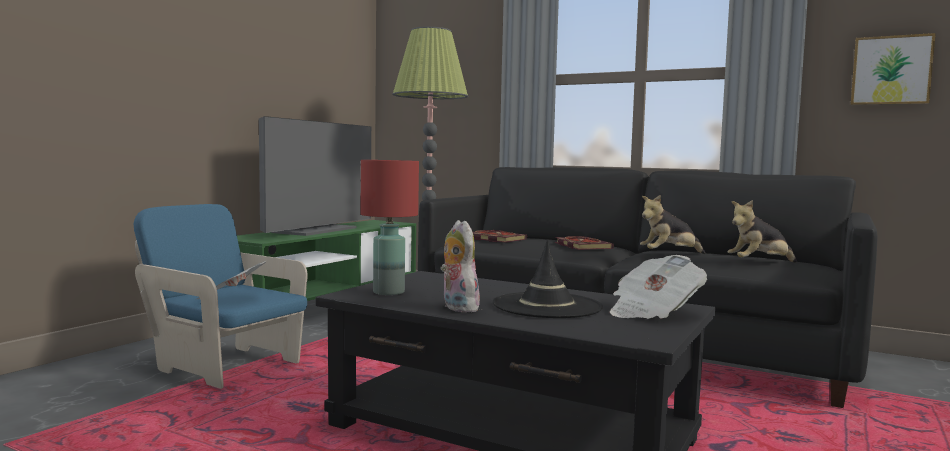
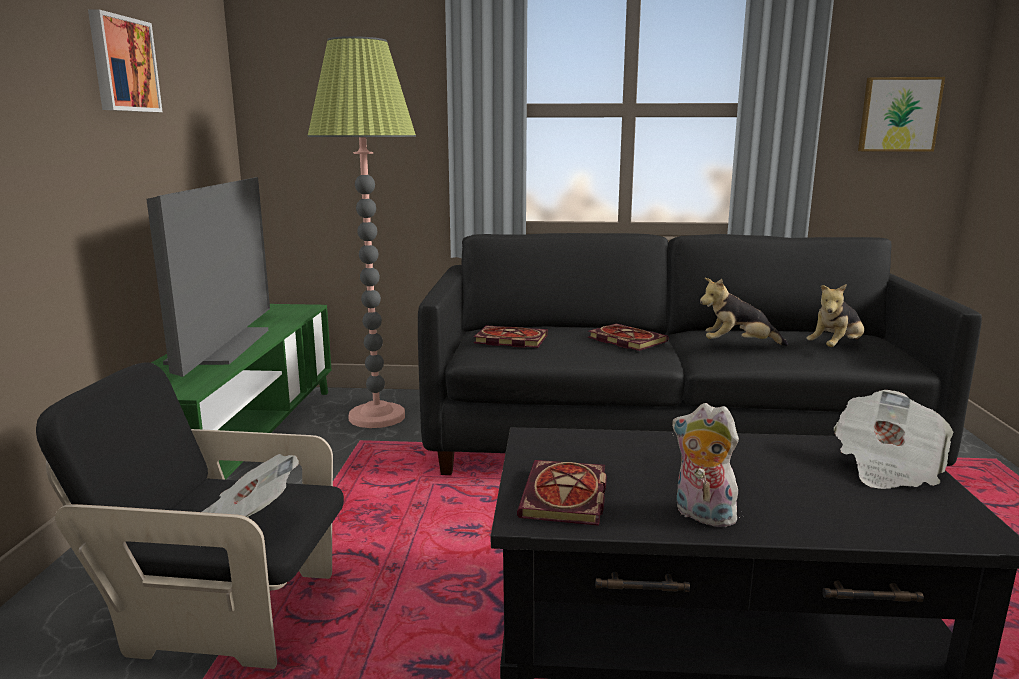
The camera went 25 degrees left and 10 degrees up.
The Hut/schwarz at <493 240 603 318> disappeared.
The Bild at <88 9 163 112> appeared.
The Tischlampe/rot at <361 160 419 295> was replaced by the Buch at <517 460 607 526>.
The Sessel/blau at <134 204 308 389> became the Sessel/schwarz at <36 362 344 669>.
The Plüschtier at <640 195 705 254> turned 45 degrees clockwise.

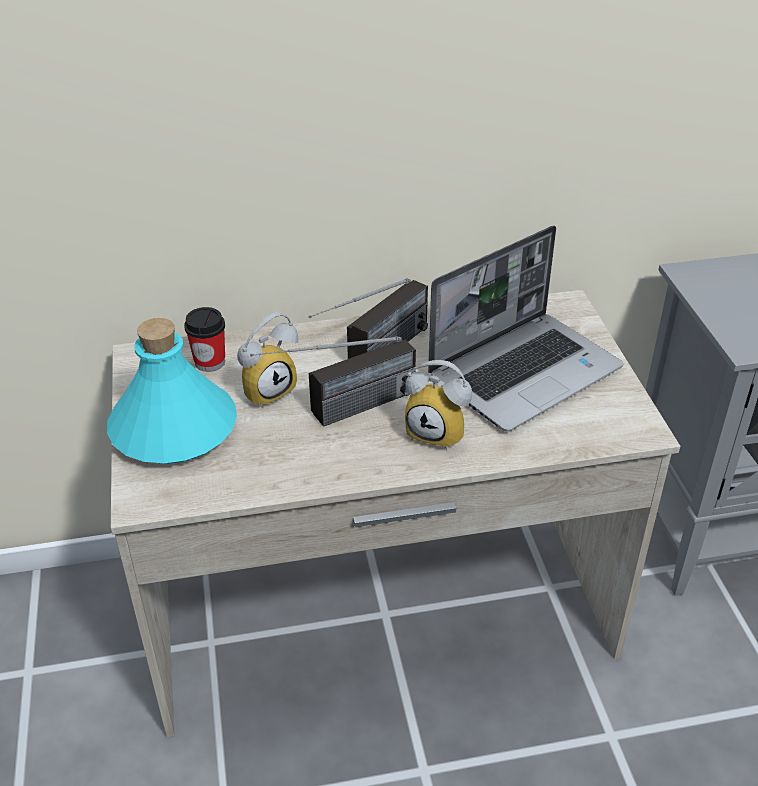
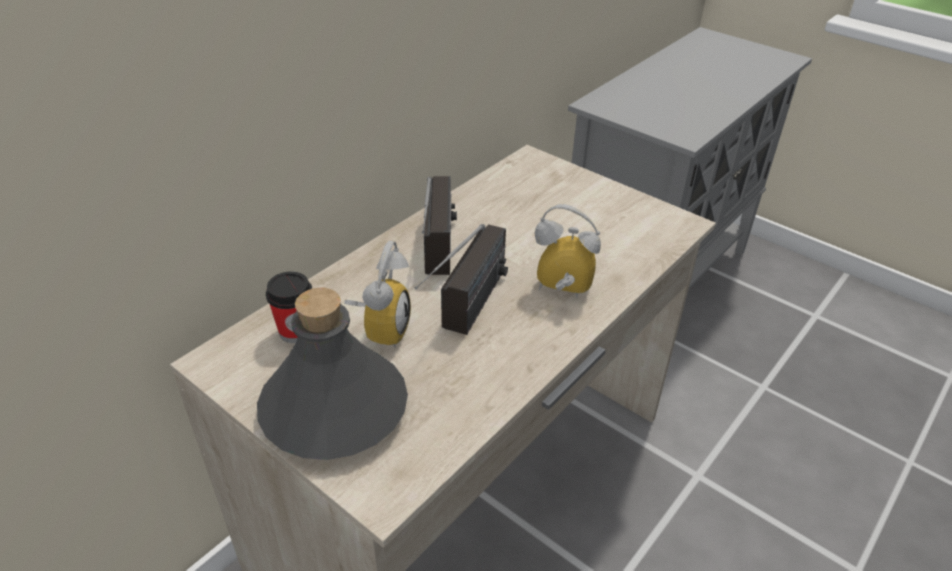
The camera went 40 degrees left and 0 degrees up.
The Laptop at <428 226 624 431> disappeared.
The Flasche/türkis at <107 318 237 464> became the Flasche/grau at <257 287 408 460>.
The Wecker at <405 360 472 450> turned 150 degrees counterclockwise.

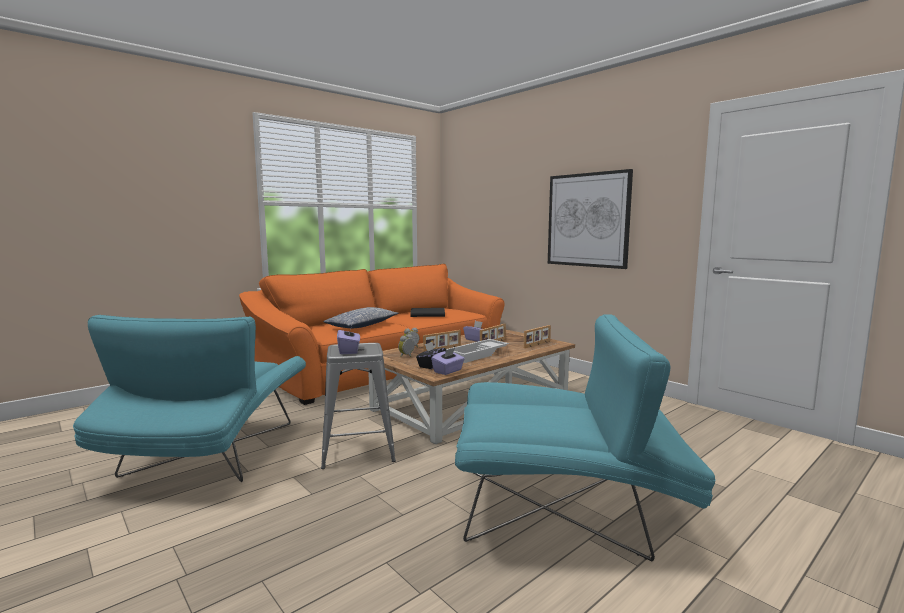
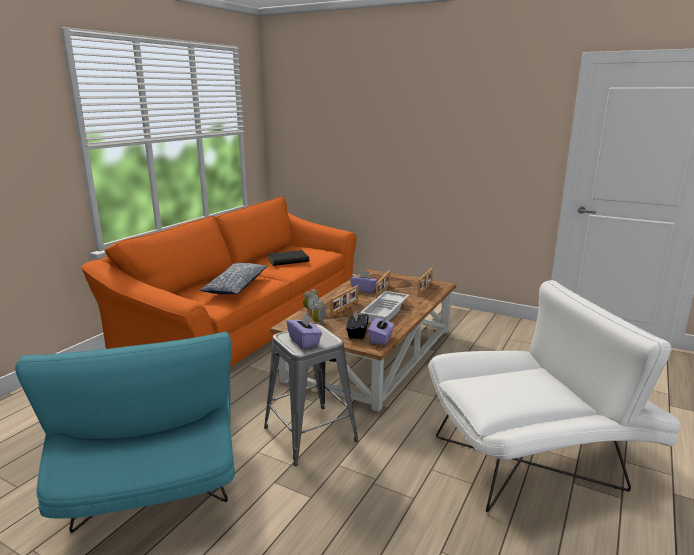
The camera went 20 degrees left and 10 degrees up.
The Bild at <548 169 633 269> disappeared.
The Sessel/türkis at <455 315 716 561> became the Sessel/weiß at <429 280 681 512>.

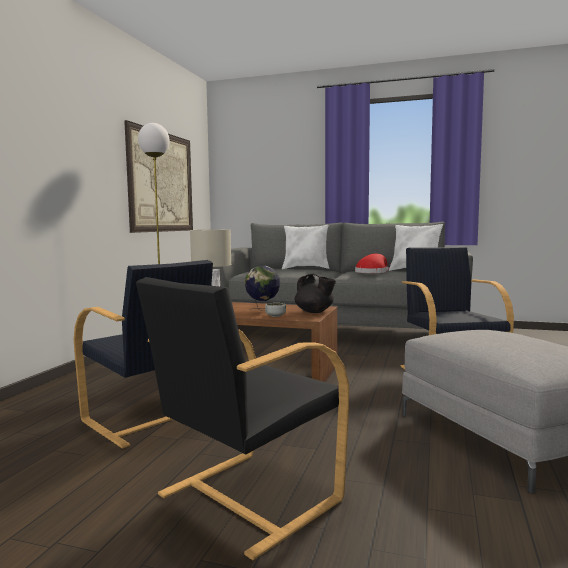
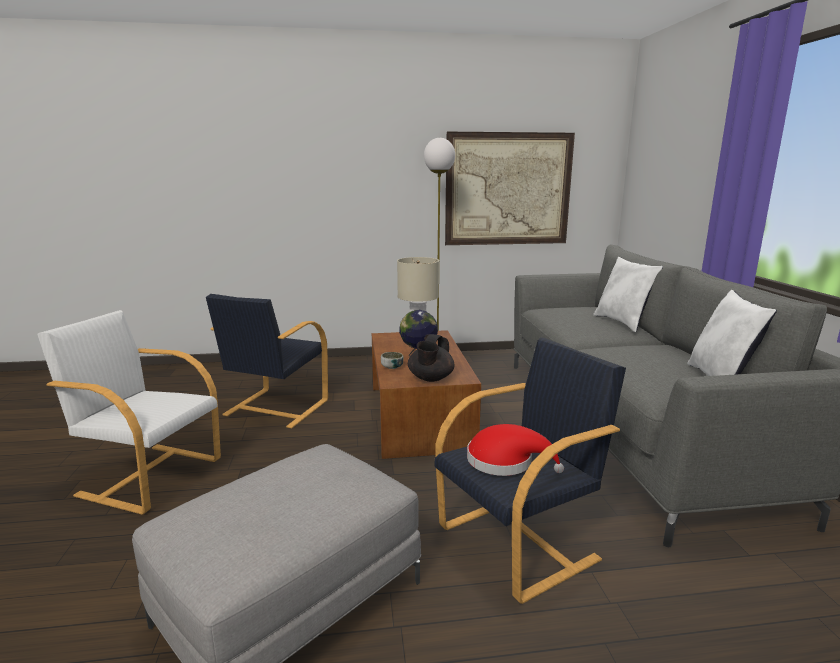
The camera went 65 degrees right and 10 degrees up.
The Hut/rot moved from <355 254 389 273> to <467 424 564 476>.
The Sessel/schwarz at <136 277 349 560> became the Sessel/weiß at <37 310 221 515>.

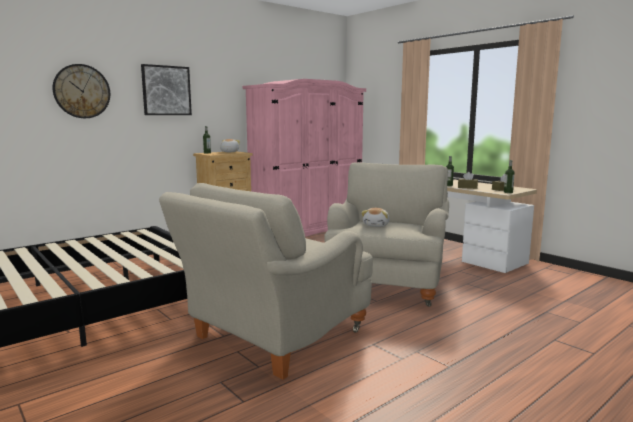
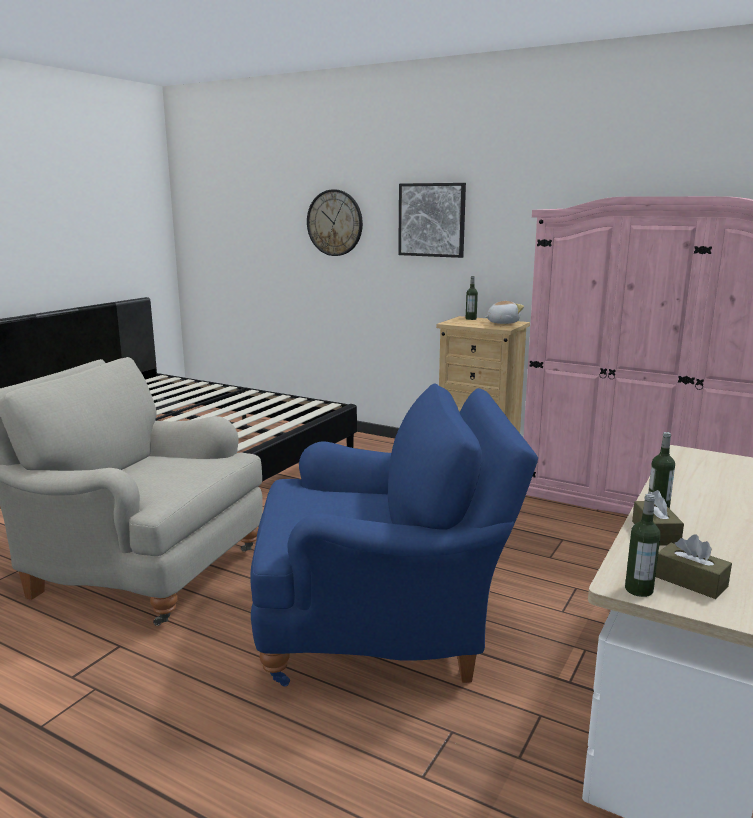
The camera went 70 degrees right and 5 degrees up.
The Plüschtier at <361 208 390 227> disappeared.
The Sessel/beige at <324 162 449 307> became the Sessel/blau at <250 383 538 687>.

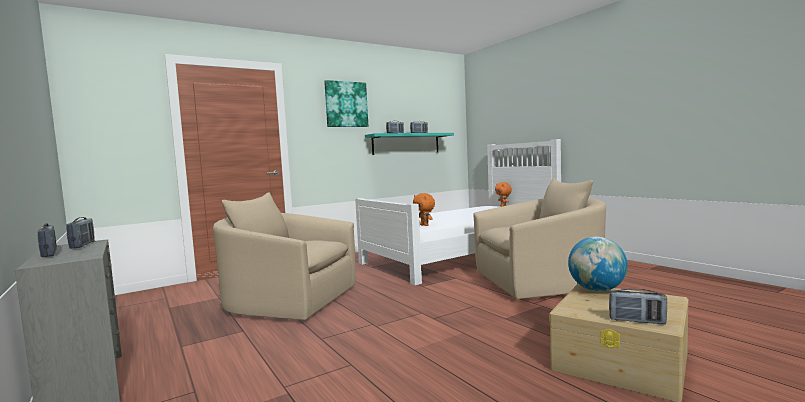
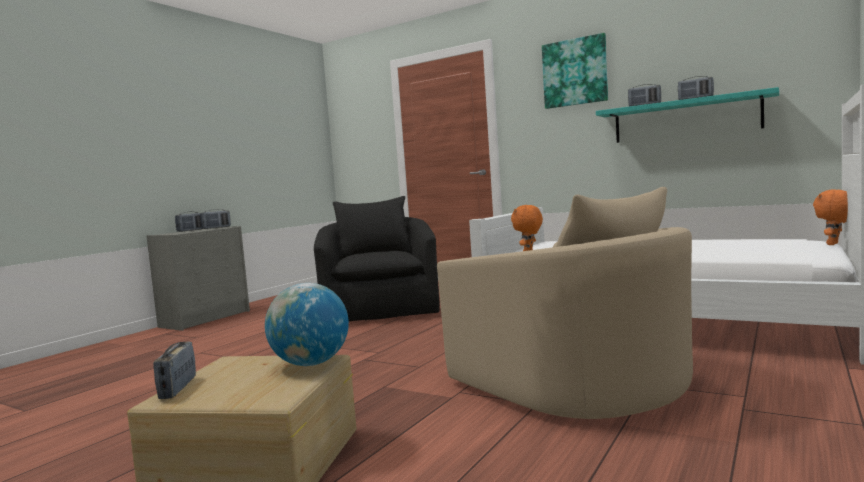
The camera went 65 degrees right and 0 degrees up.
The Sessel/beige at <213 192 356 320> became the Sessel/schwarz at <314 196 440 321>.

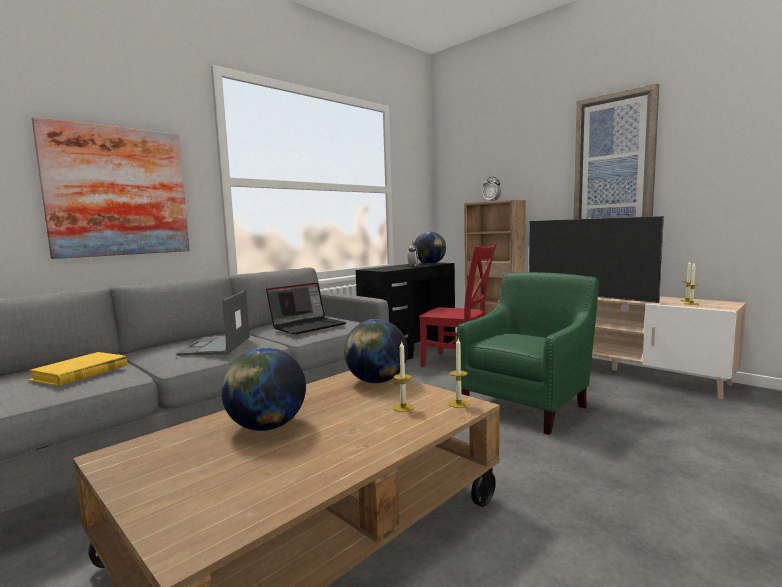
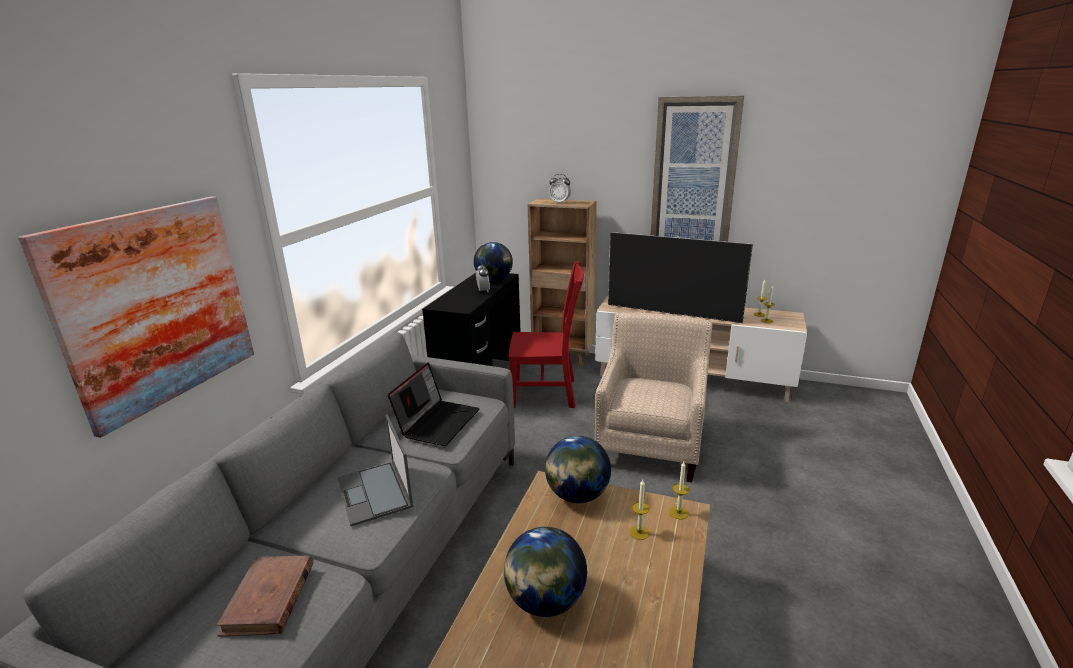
The camera went 25 degrees left and 15 degrees up.
The Buch/gelb at <28 352 127 386> became the Buch/braun at <217 556 313 636>.
The Sessel/grün at <457 272 599 435> became the Sessel/beige at <595 312 712 483>.

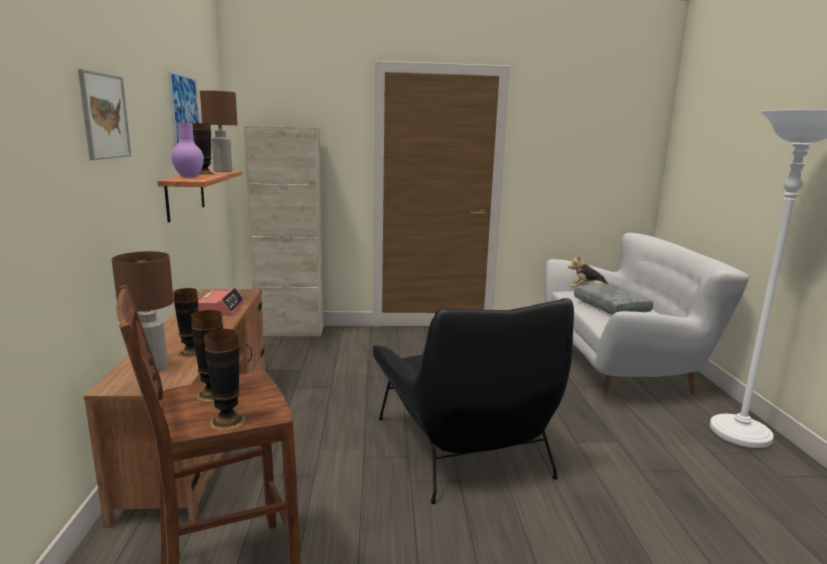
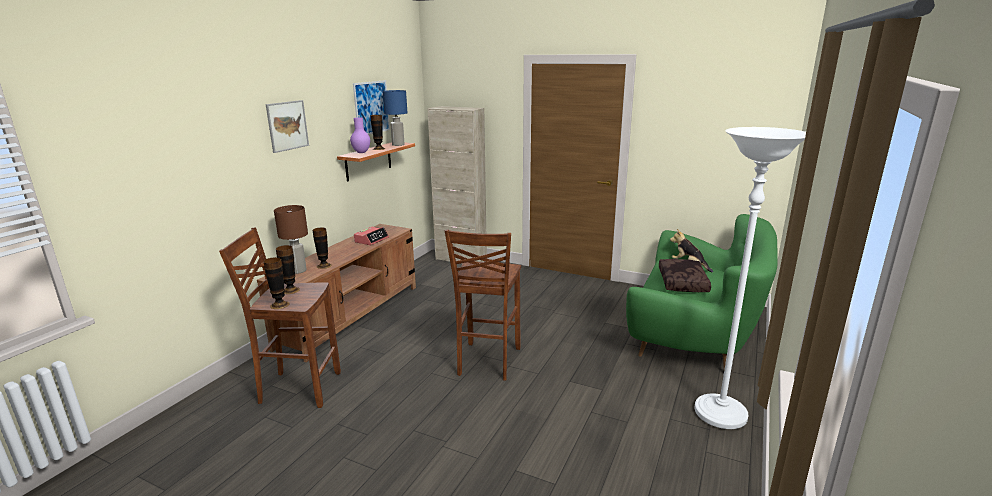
The camera went 30 degrees right and 5 degrees up.
The Sessel/schwarz at <373 298 574 504> was replaced by the Hocker/braun at <445 229 521 380>.
The Tischlampe/braun at <200 90 237 172> became the Tischlampe/blau at <383 90 407 146>.
The Sofa/weiß at <545 233 749 396> became the Sofa/grün at <626 214 778 370>.
The Kissen/grau at <574 283 653 315> became the Kissen/braun at <659 259 711 292>.

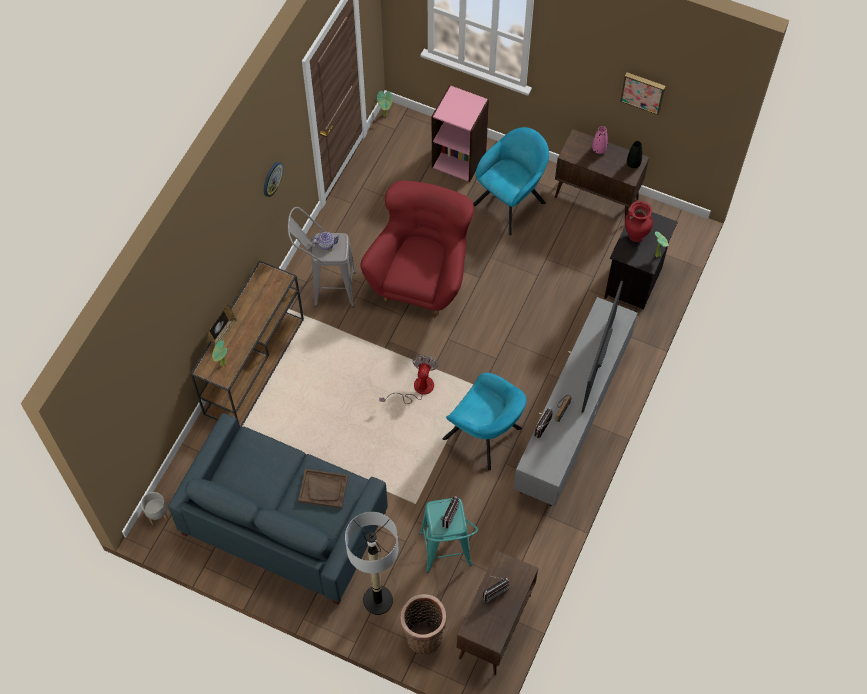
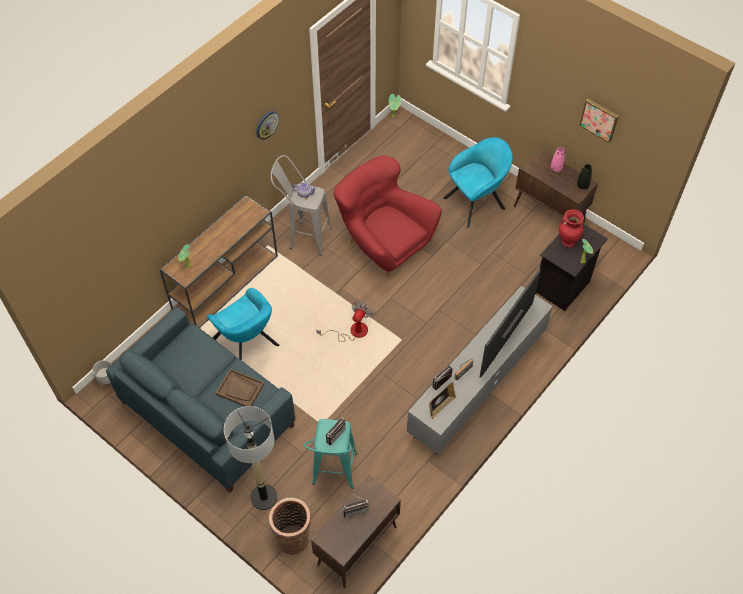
The camera went 15 degrees right and 5 degrees down.
The Bücherregal/rosa at <432 85 489 182> disappeared.
The Bilderrahmen moved from <207 305 237 347> to <429 382 456 419>.
The Sessel/türkis moved from <443 373 526 470> to <207 288 279 360>.
The Sessel/rot at <360 181 474 315> turned 75 degrees counterclockwise.

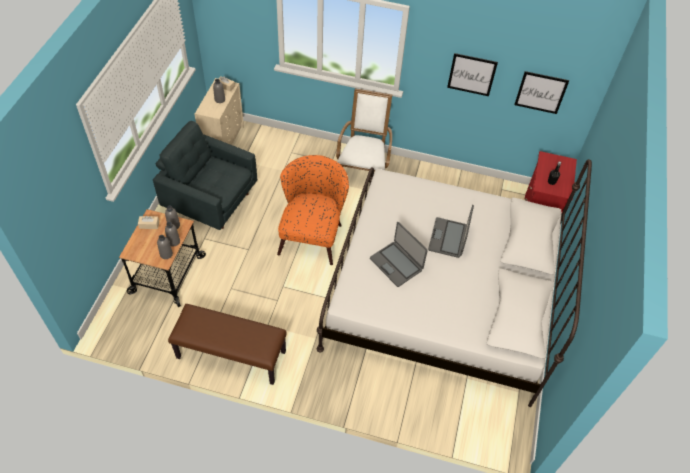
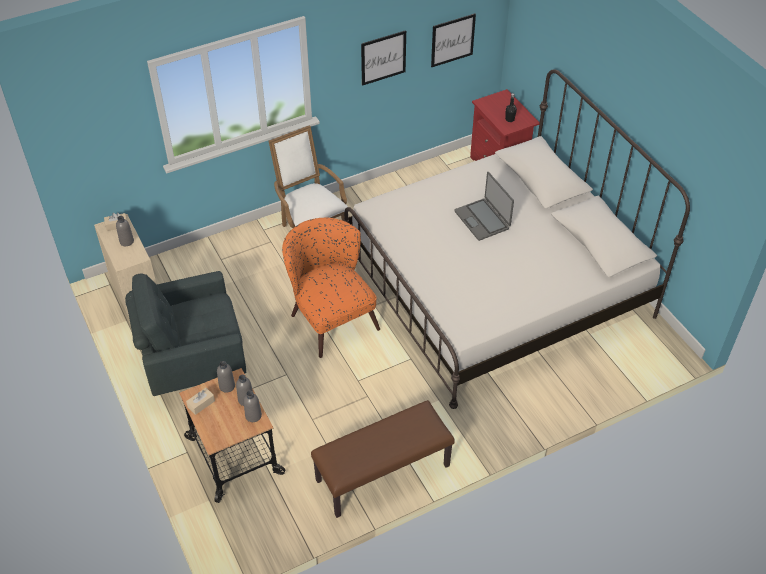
The camera went 40 degrees left and 5 degrees down.
The Laptop at <370 222 428 287> disappeared.

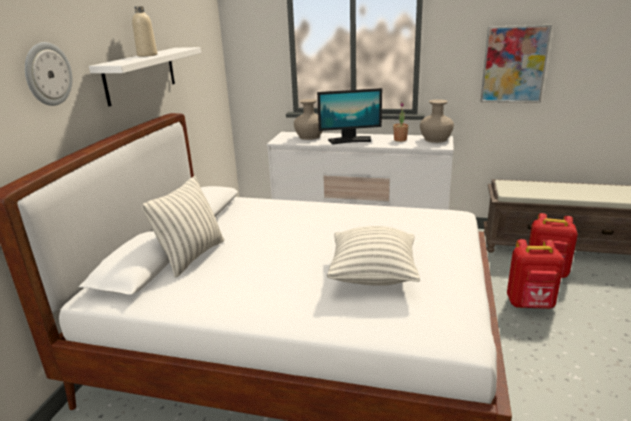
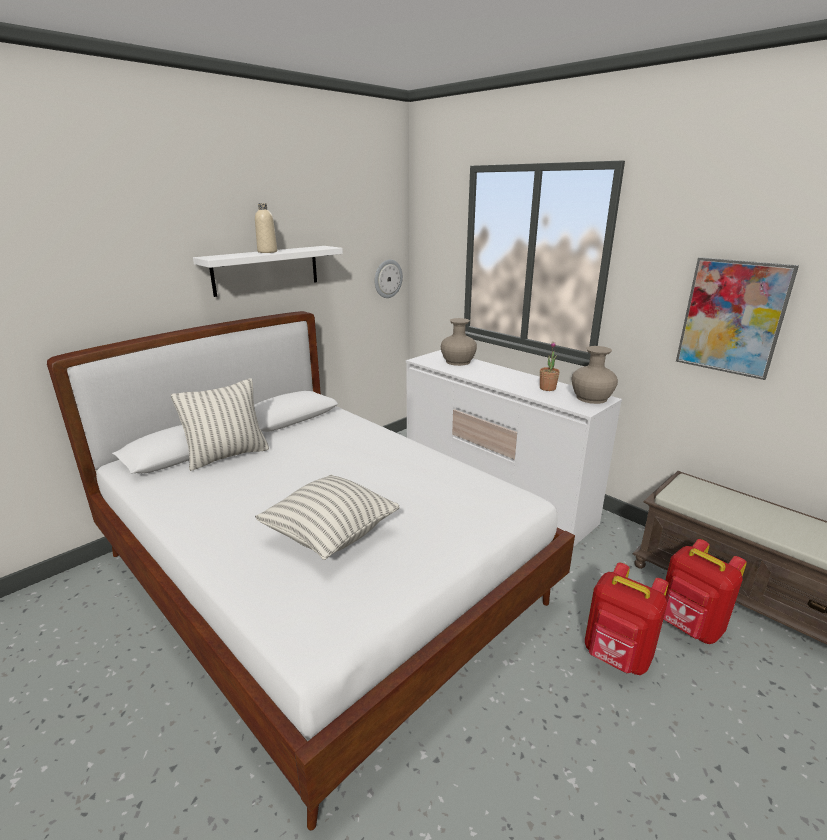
The camera went 30 degrees right and 0 degrees up.
The Monitor at <317 88 382 144> disappeared.
The Wanduhr moved from <25 42 73 106> to <375 259 403 298>.

